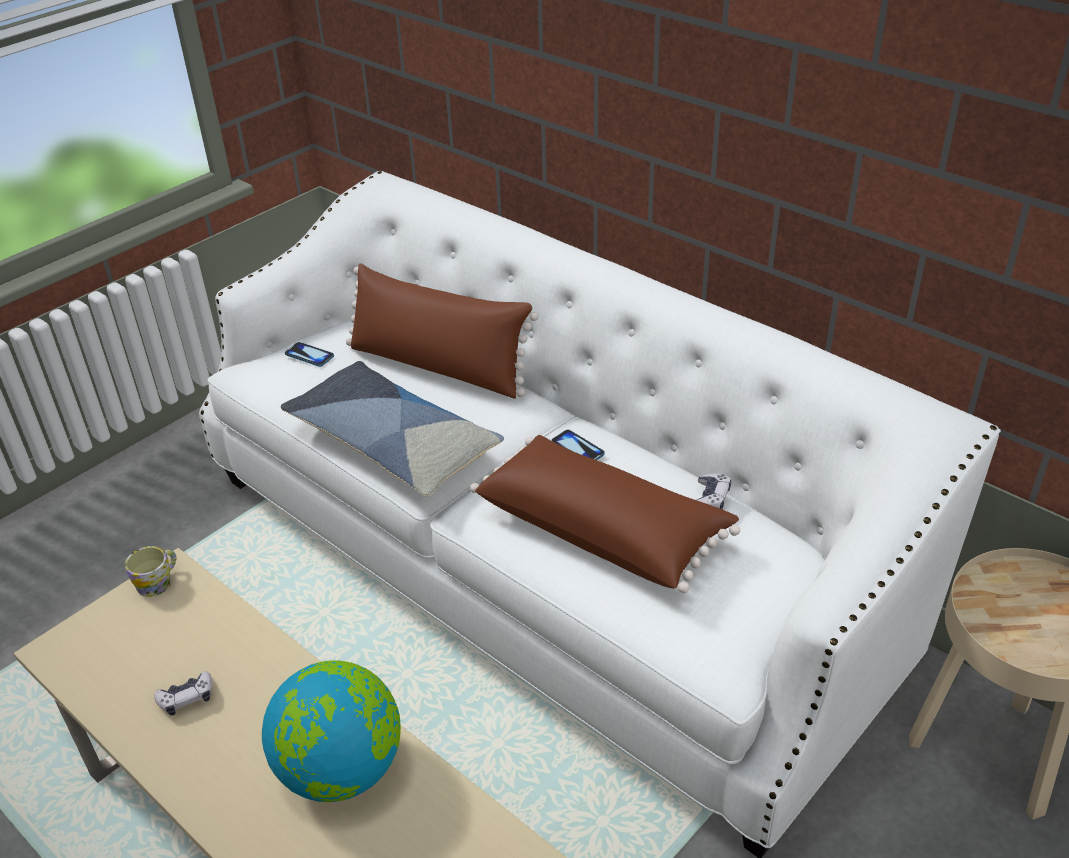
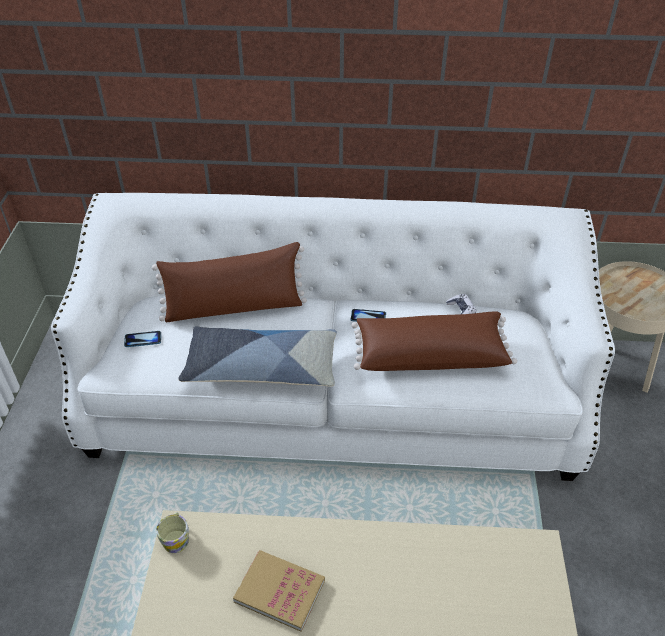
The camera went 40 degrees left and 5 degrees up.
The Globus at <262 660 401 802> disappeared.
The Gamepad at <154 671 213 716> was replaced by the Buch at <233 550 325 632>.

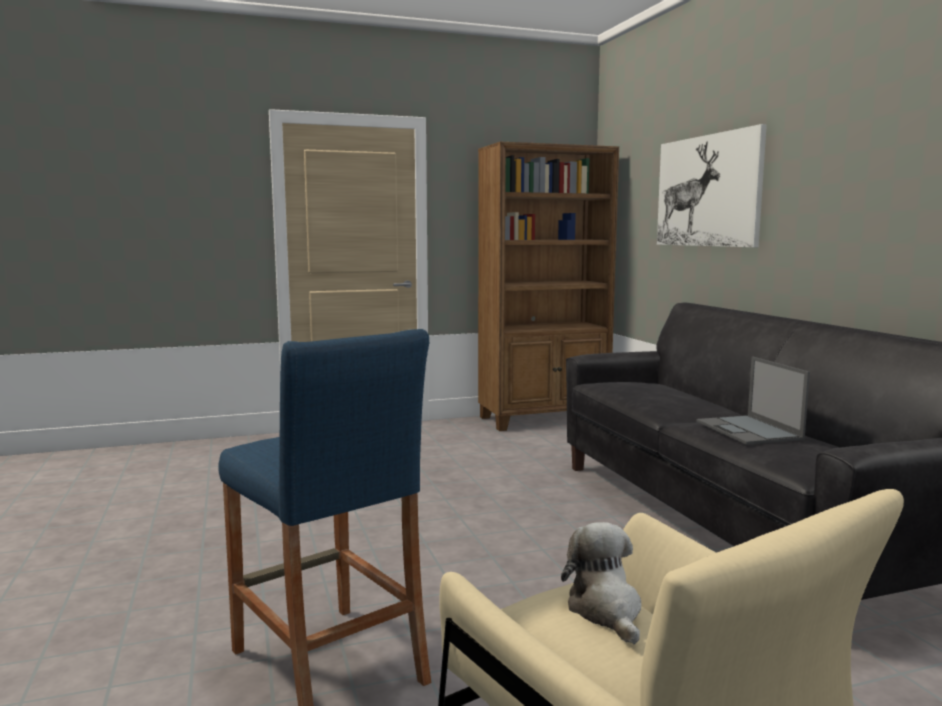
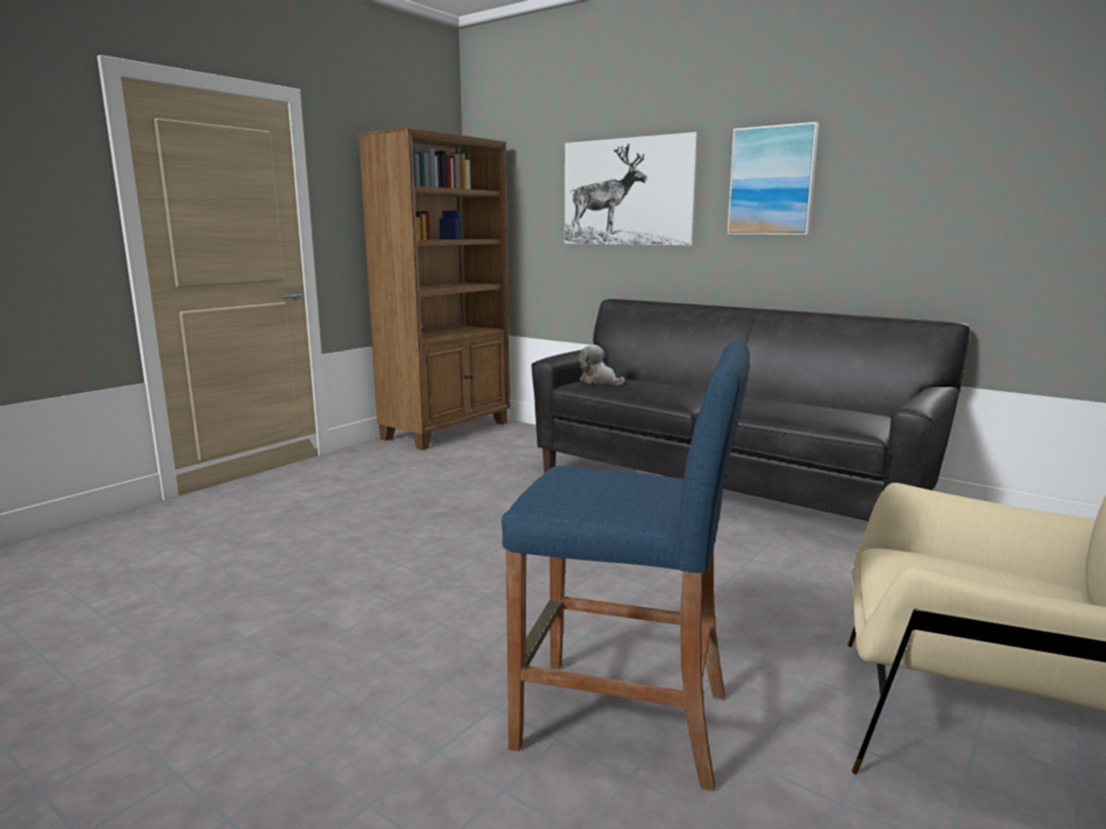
The camera went 35 degrees left and 5 degrees up.
The Laptop at <696 357 810 445> disappeared.
The Bild at <727 122 819 235> appeared.
The Plüschtier moved from <561 522 641 645> to <579 345 625 385>.

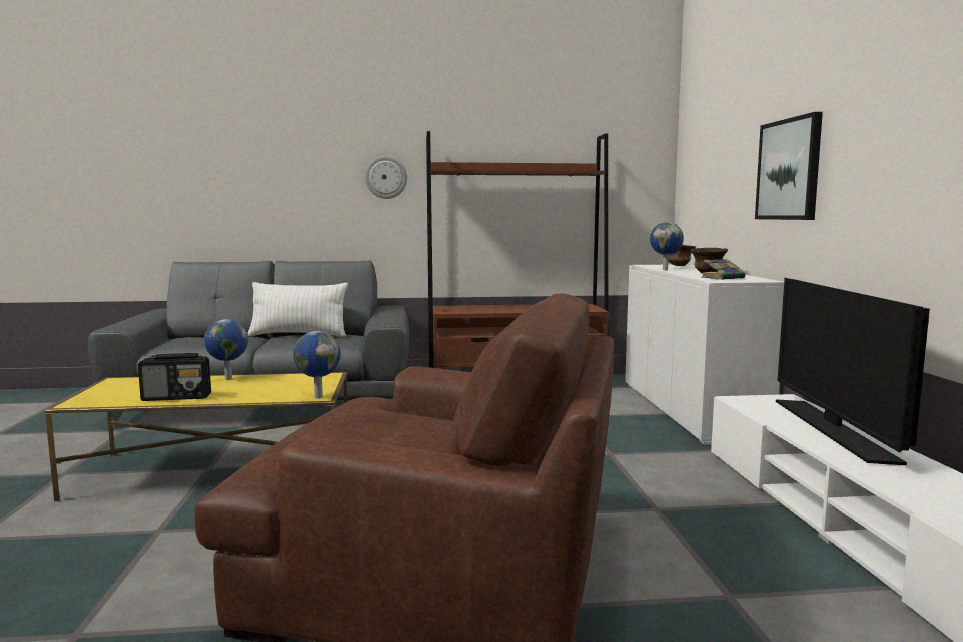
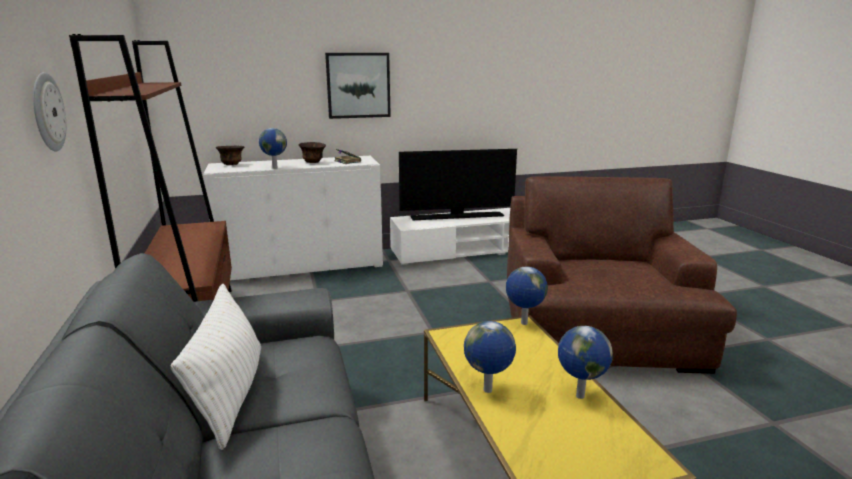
The camera went 100 degrees left and 10 degrees up.
The Radio at <138 353 211 401> was replaced by the Globus at <558 326 613 399>.

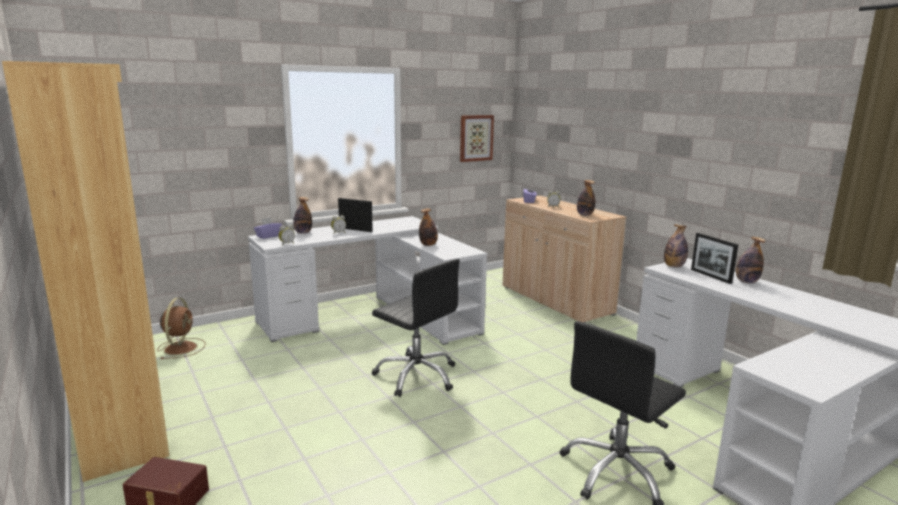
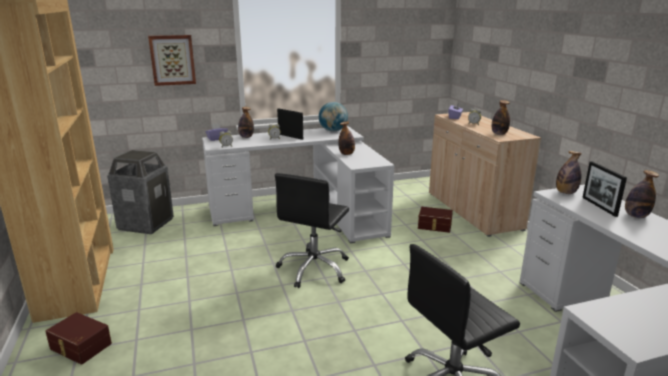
The camera went 15 degrees right and 5 degrees up.
The Globus at <319 102 348 132> appeared.
The Aufbewahrungsbox/braun at <418 207 453 233> appeared.
The Bild moved from <460 115 494 162> to <148 35 196 86>.
The Ventilator/braun at <157 298 206 359> was replaced by the Mülleimer at <107 150 174 234>.
The Bürostuhl/schwarz at <372 259 460 397> turned 60 degrees clockwise.

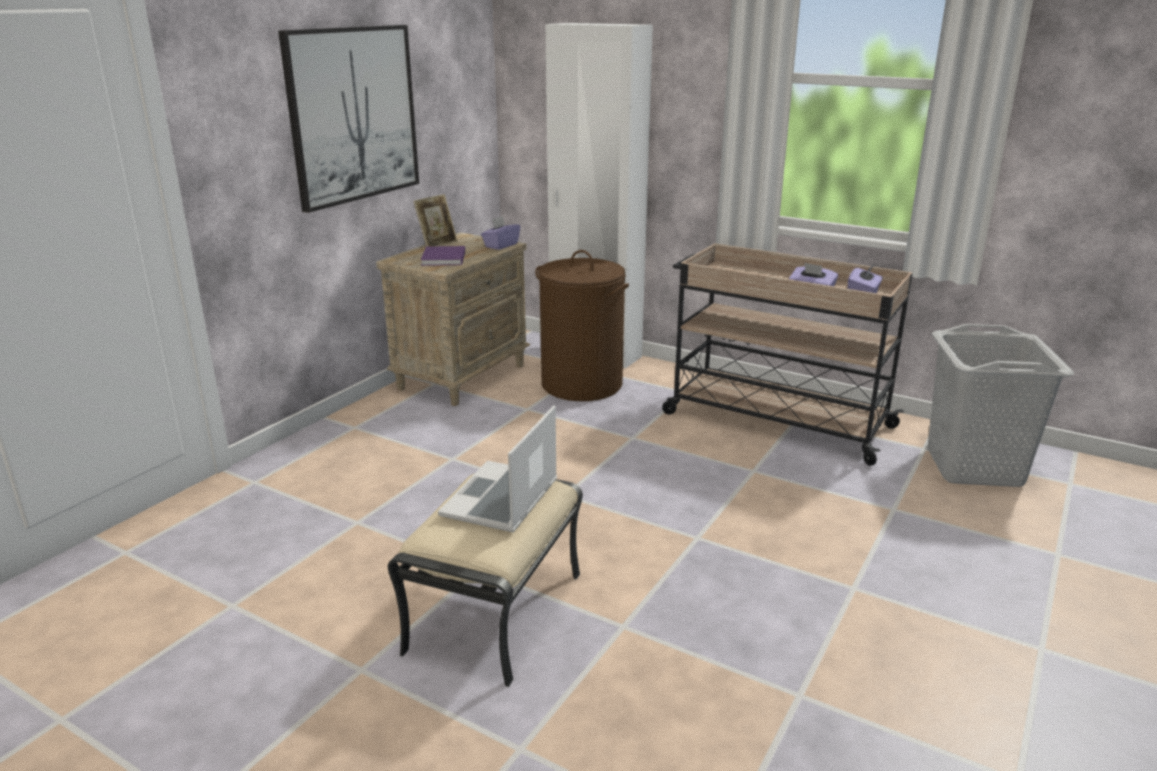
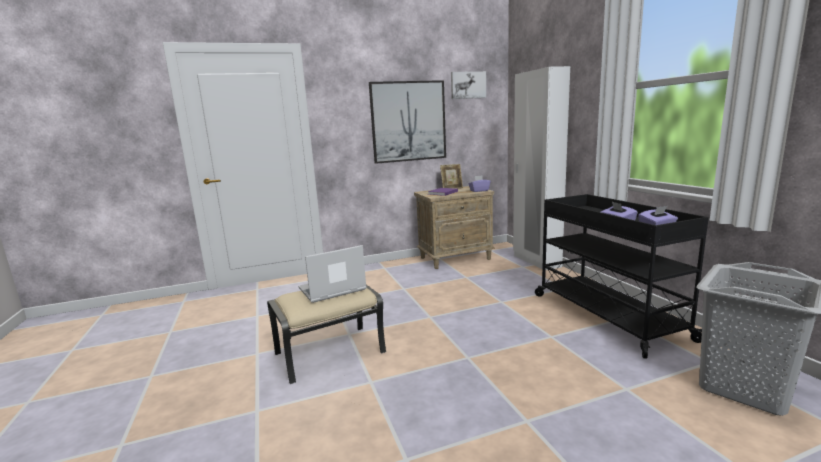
The camera went 40 degrees right and 10 degrees down.
The Wäschekorb/braun at <535 250 629 401> disappeared.
The Bild at <451 71 486 99> appeared.
The Rollwagen/beige at <662 243 912 466> became the Rollwagen/schwarz at <535 194 709 359>.

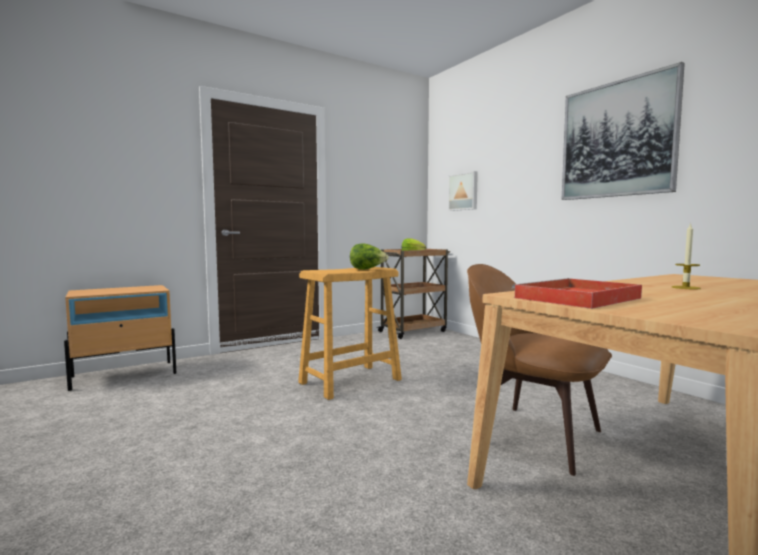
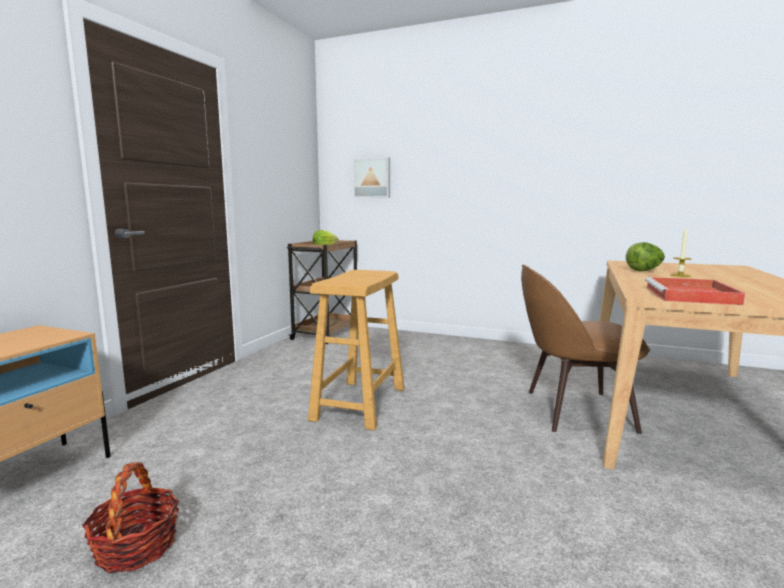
The camera went 35 degrees left and 5 degrees up.
The Bild at <562 62 685 200> disappeared.
The Korb at <82 462 180 573> appeared.
The Salatkopf moved from <350 243 389 270> to <626 242 665 271>.

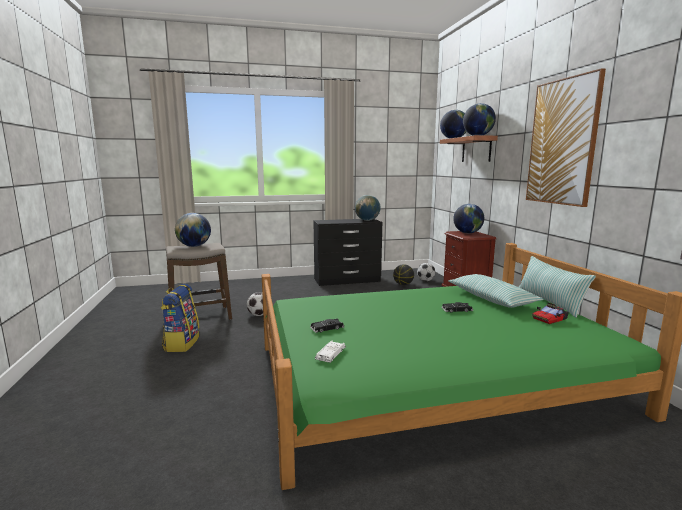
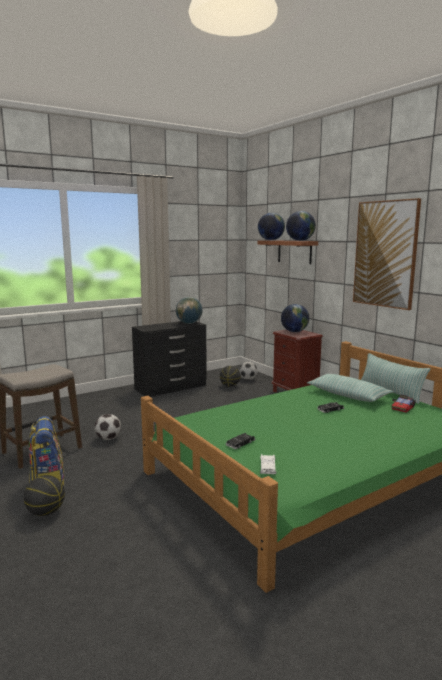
The camera went 20 degrees left and 0 degrees up.
The Globus at <175 213 211 247> disappeared.
The Basketball at <24 475 65 516> appeared.

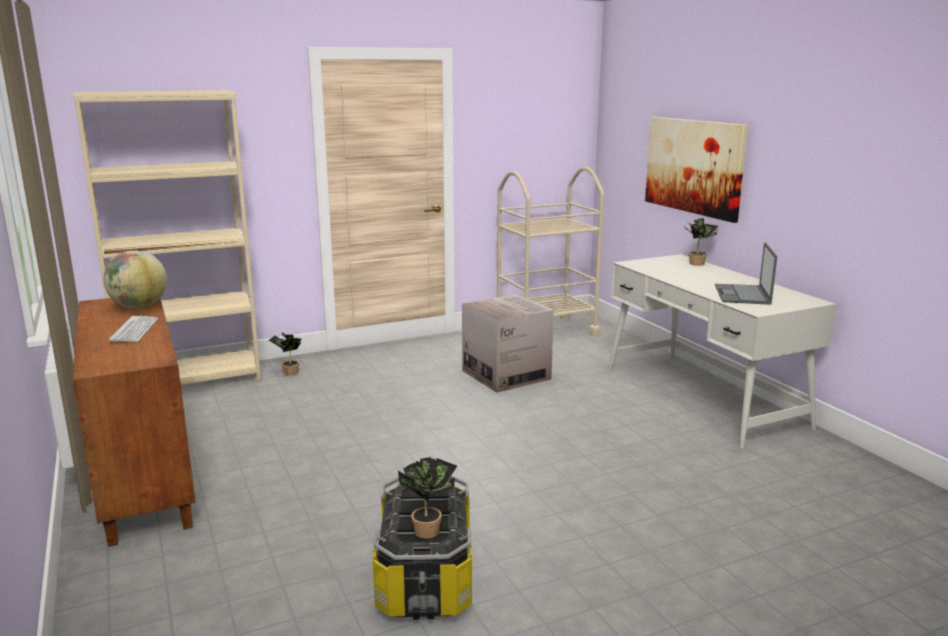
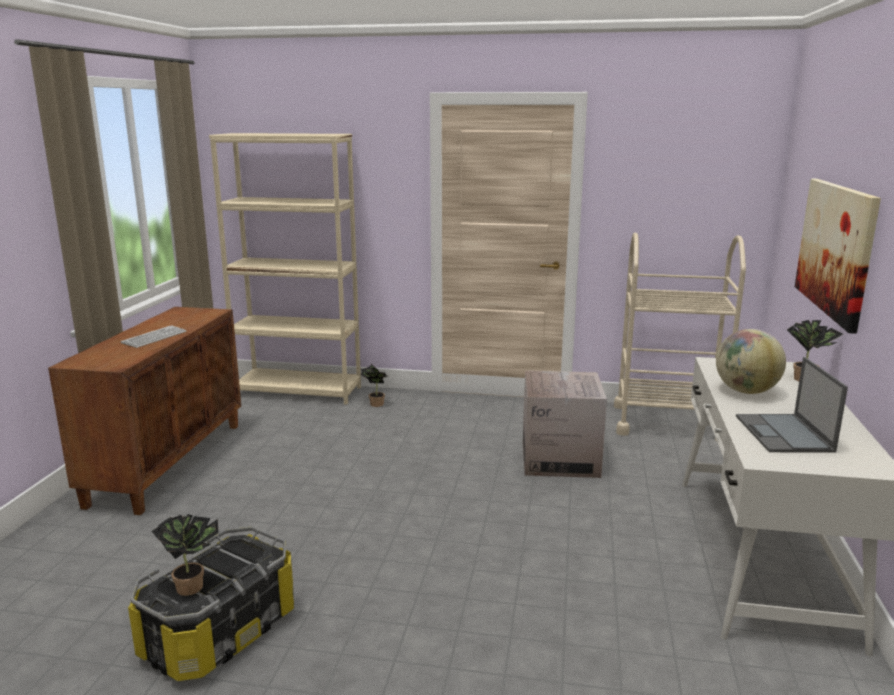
The camera went 35 degrees right and 0 degrees up.
The Globus moved from <104 251 167 309> to <716 329 786 394>.
The Laptop at <715 242 777 305> turned 45 degrees counterclockwise.

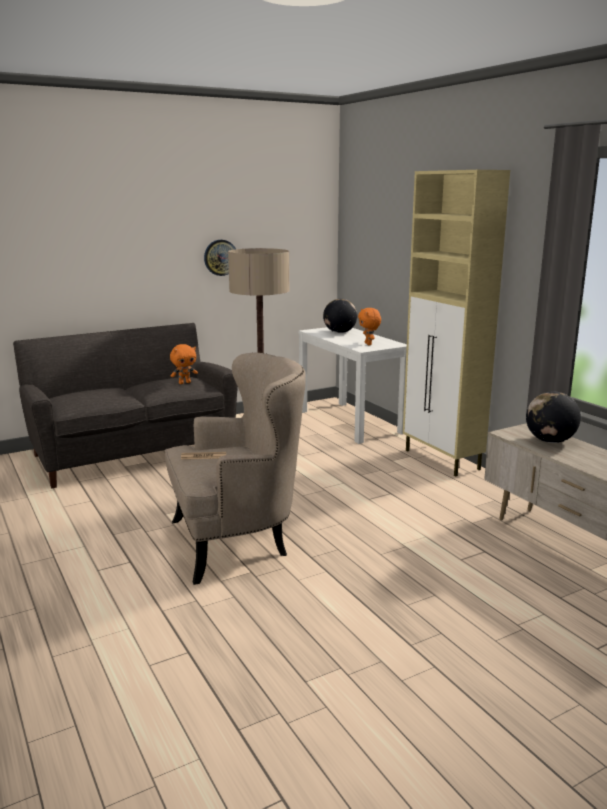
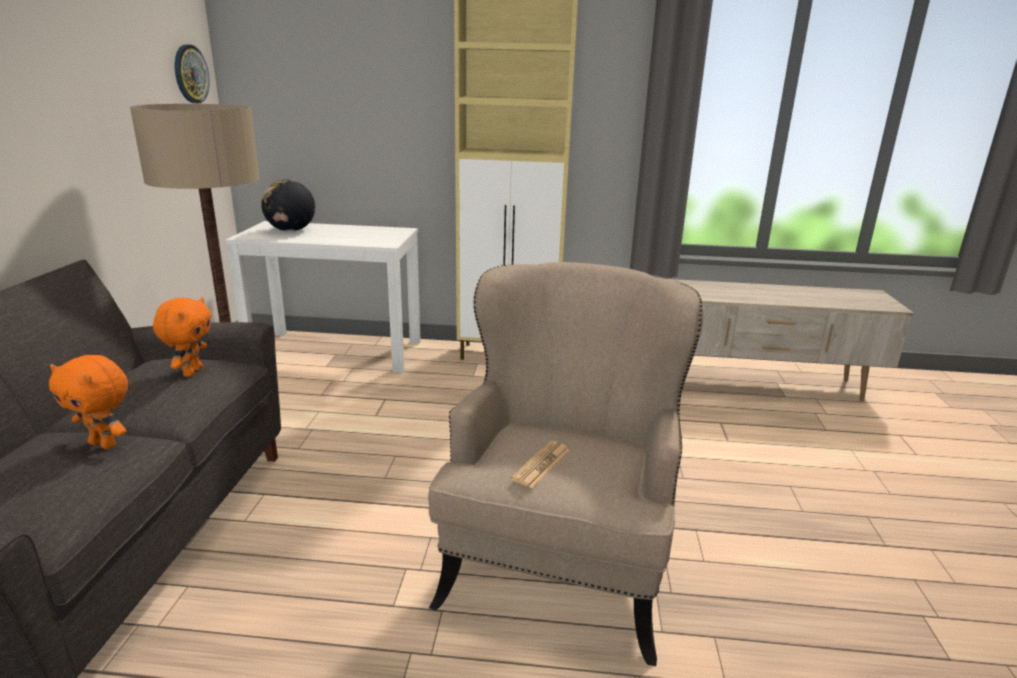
The camera went 55 degrees left and 5 degrees up.
The Globus at <526 392 581 443> disappeared.
The Wanduhr moved from <204 240 236 276> to <175 44 210 103>.
The Plüschtier/orange moved from <358 308 381 345> to <49 355 128 450>.

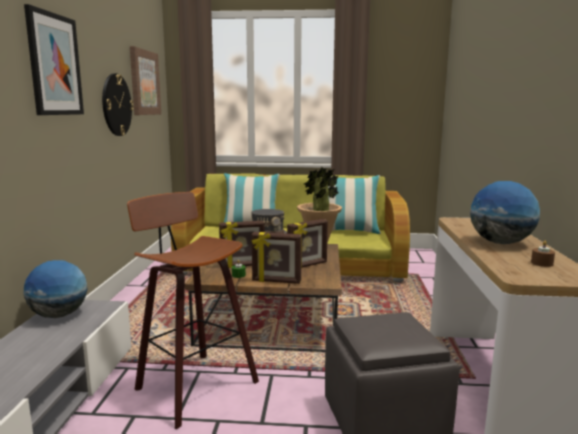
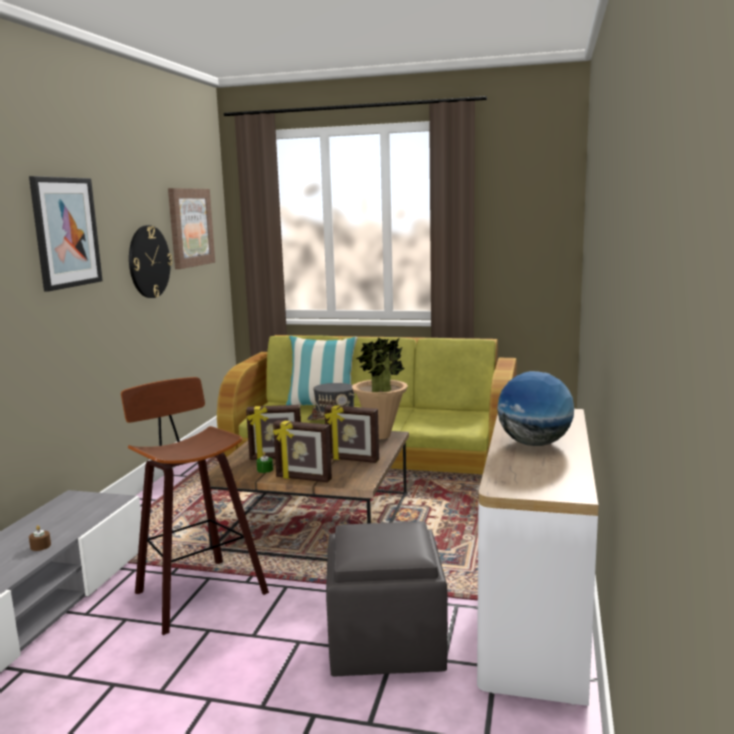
The camera went 10 degrees right and 0 degrees up.
The Globus at <24 260 87 318> disappeared.
The Kissen at <328 175 381 234> disappeared.
The Kerze/braun moved from <531 241 555 267> to <29 525 51 551>.
The Bilderrahmen at <287 219 328 268> turned 45 degrees clockwise.

